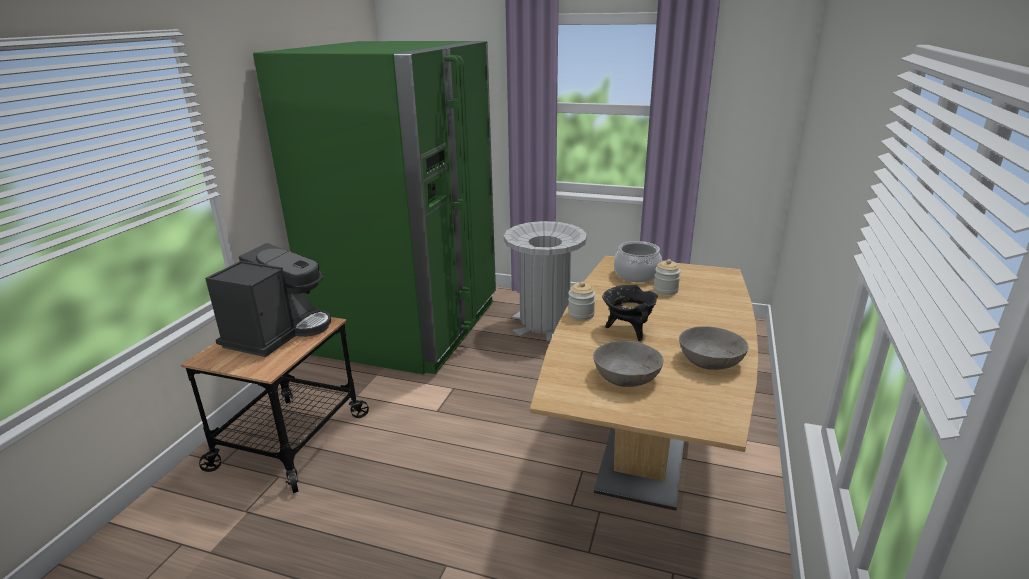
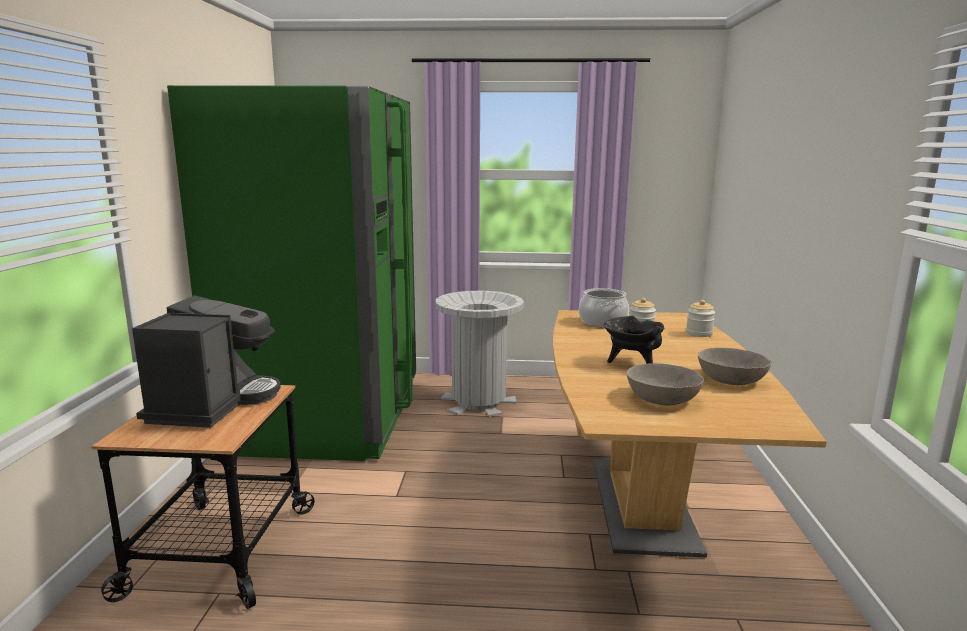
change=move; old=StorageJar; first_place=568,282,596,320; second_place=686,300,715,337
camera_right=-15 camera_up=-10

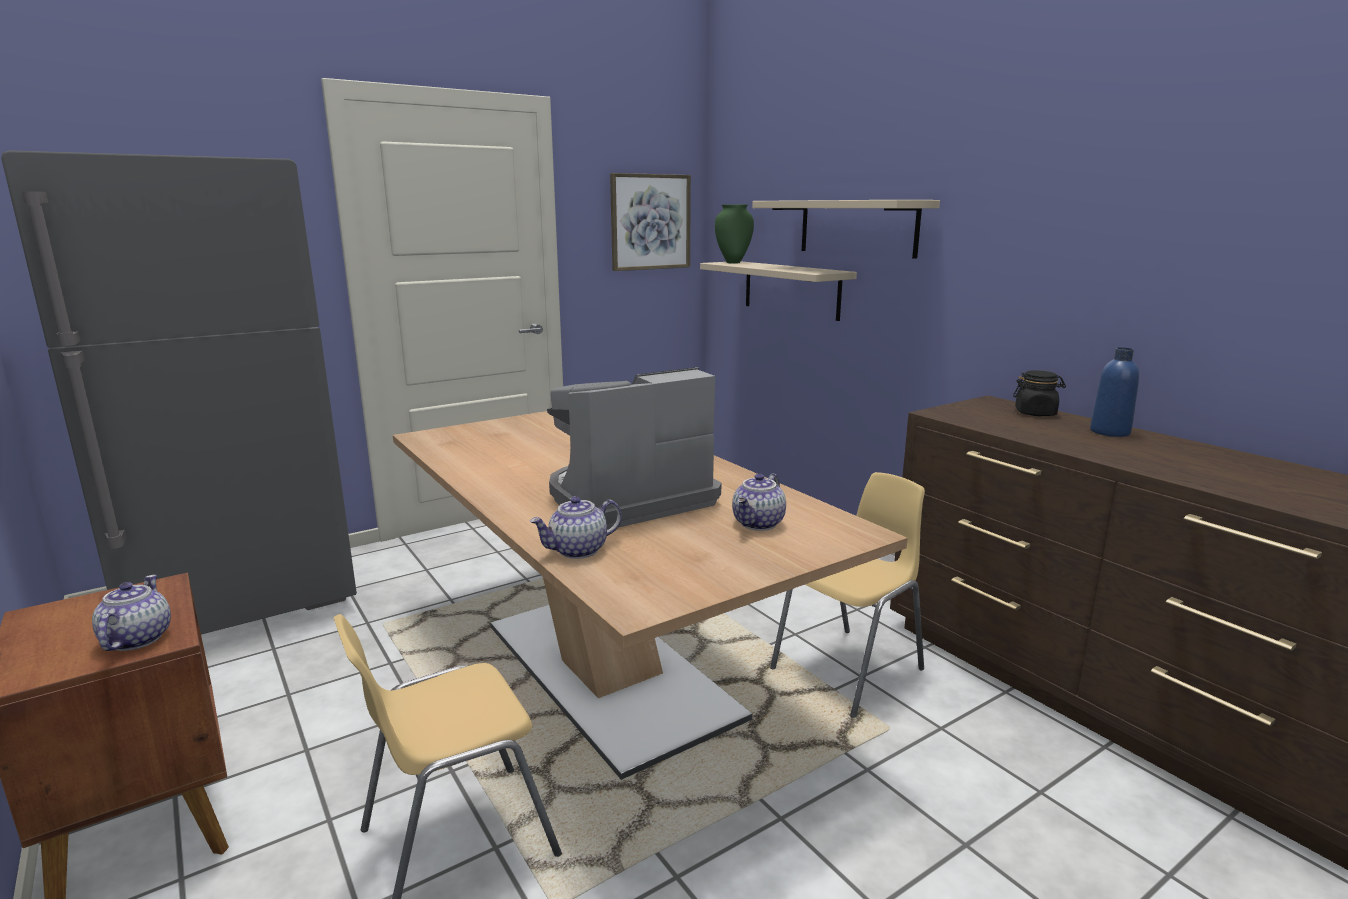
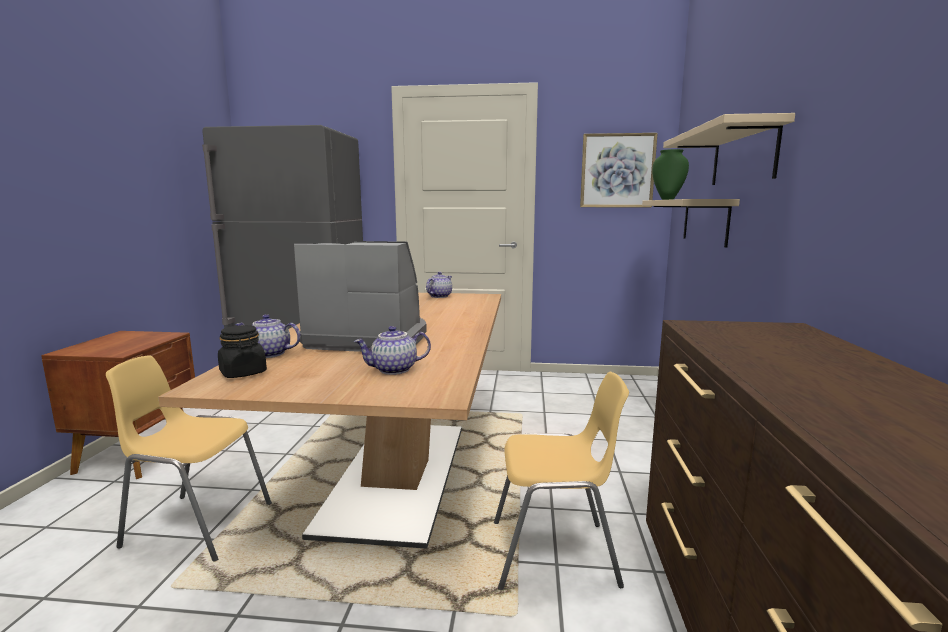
change=delete; old=BlueColouredDrinkBottle; first_place=1090,347,1139,437
change=move; old=BlackColouredStorageJar; first_place=1013,370,1066,416; second_place=218,325,267,378
change=move; old=Teapot; first_place=92,575,171,651; second_place=426,272,452,298
camera_right=40 camera_up=-5

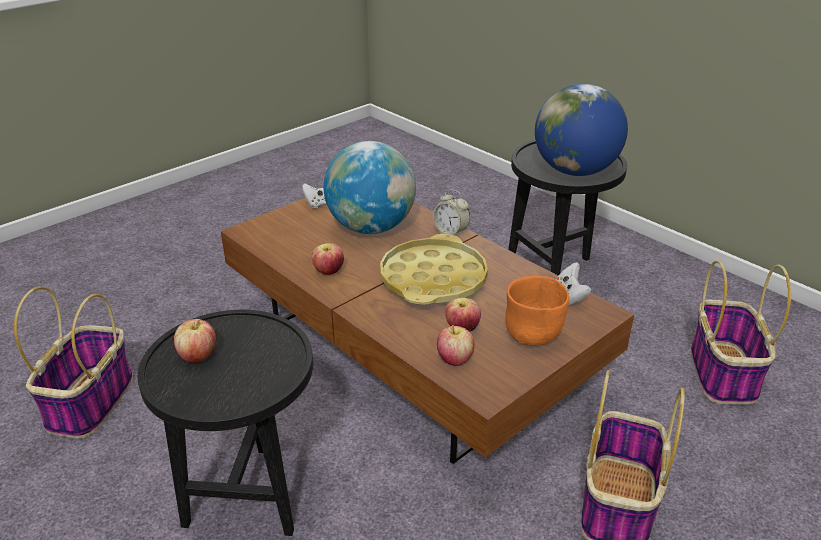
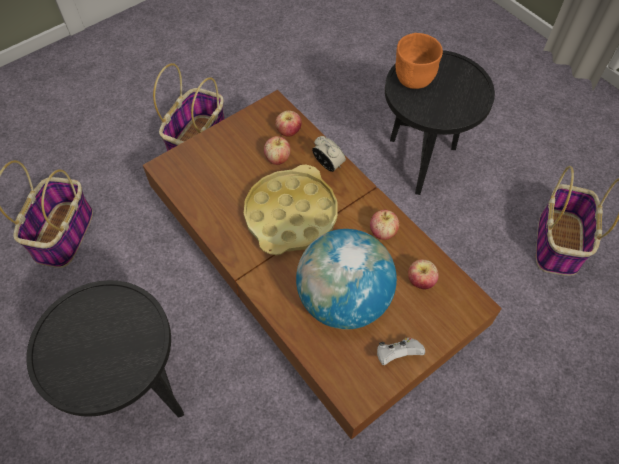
change=delete; old=WorldGlobe; first_place=535,84,628,176
change=move; old=AlarmClock; first_place=433,190,470,236; second_place=312,136,346,172
change=delete; old=WhiteGamepad; first_place=555,263,592,306
change=move; old=OrangeColouredServingBowl; first_place=505,276,569,346; second_place=395,33,443,89
change=move; old=Apple; first_place=174,319,216,363; second_place=408,259,439,289
camera_right=-175 camera_up=25

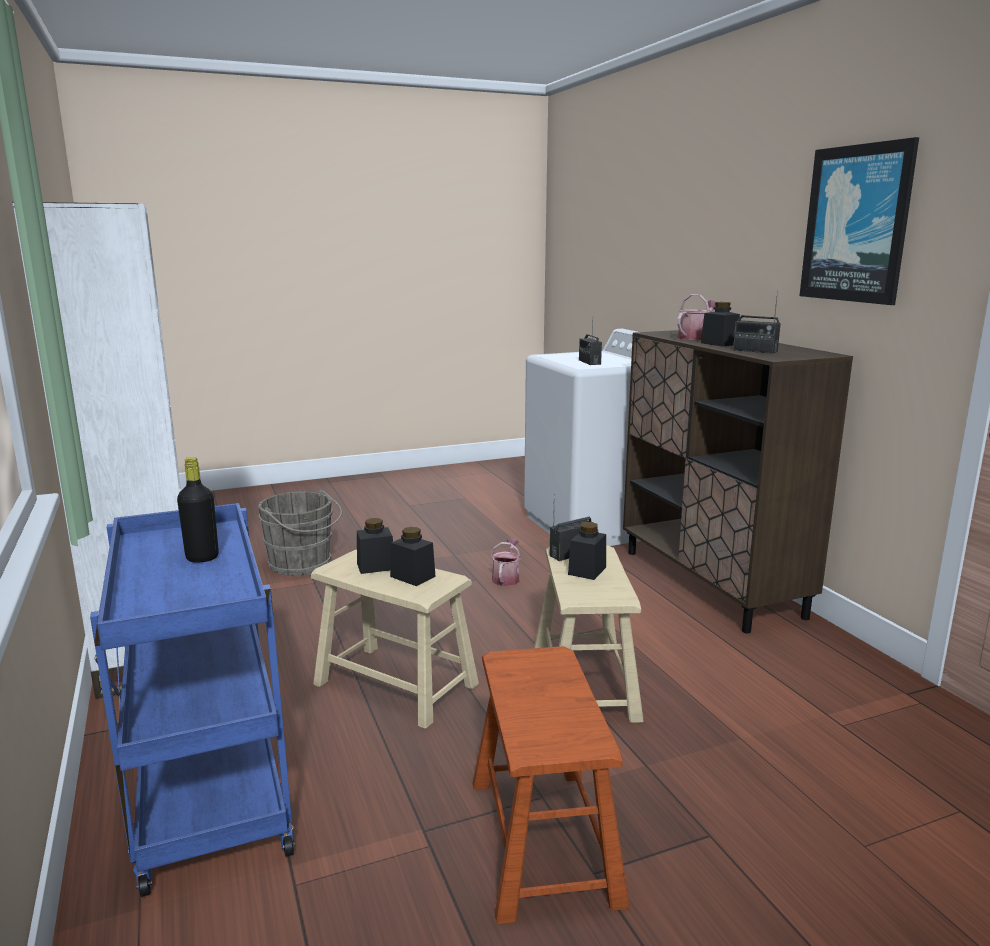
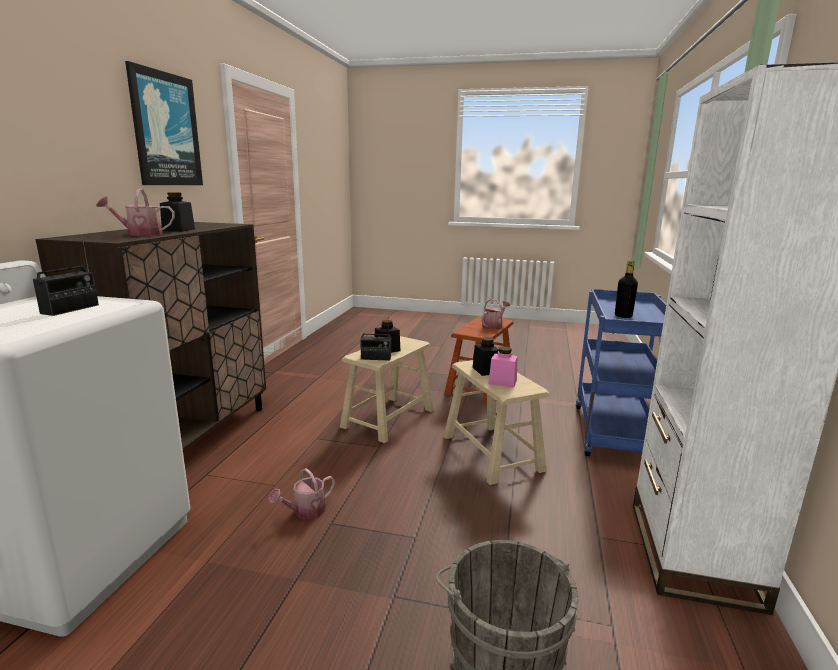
change=delete; old=Radio; first_place=733,290,781,354
change=recolor; old=BlackColouredStorageJar; new=PinkishStorageJar; first_place=357,518,393,574; second_place=489,347,518,387
change=insert; new=WateringCan; second_place=481,299,510,330
camera_right=-145 camera_up=0

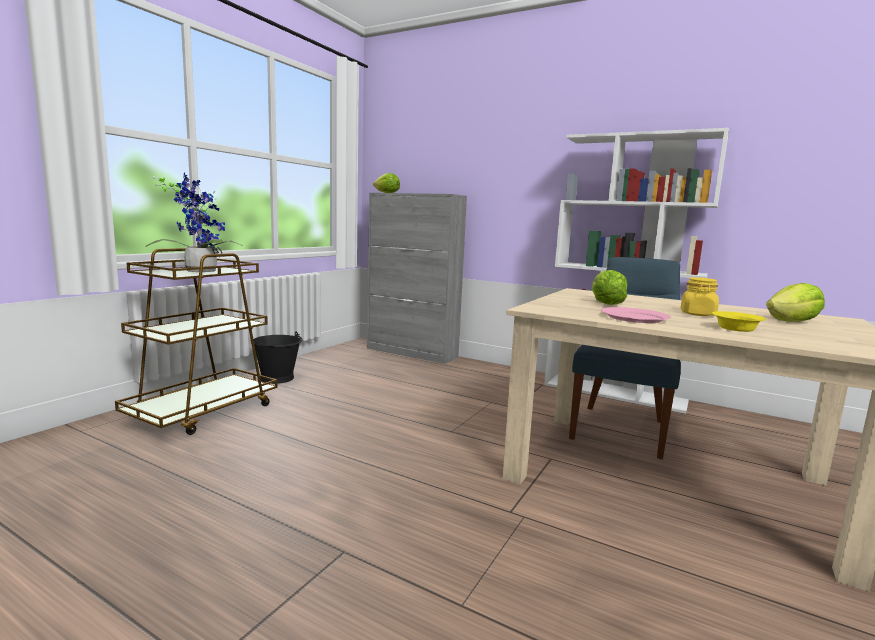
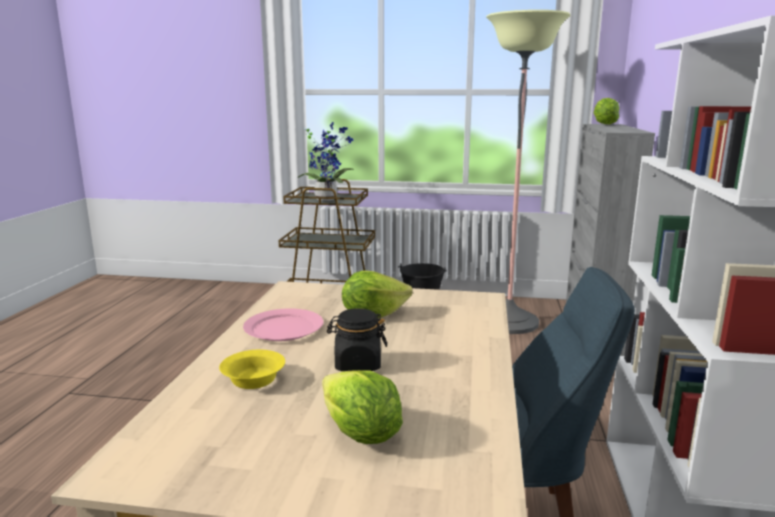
change=recolor; old=YellowStorageJar; new=BlackColouredStorageJar; first_place=680,277,719,316; second_place=327,308,387,371
change=insert; new=StandardLamp; second_place=486,10,570,334
camera_right=70 camera_up=5

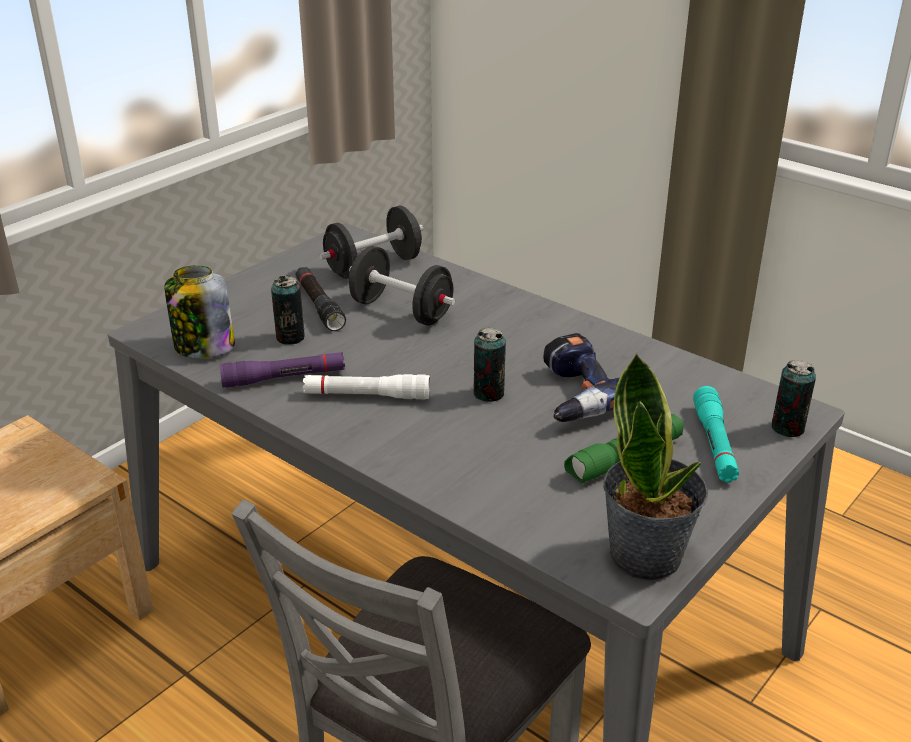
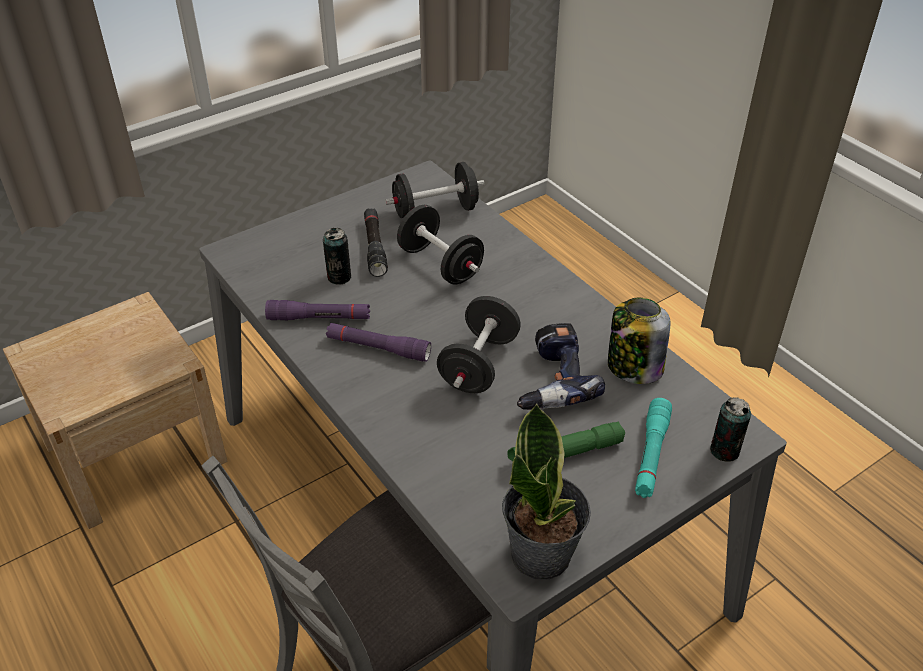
change=move; old=StorageJar; first_place=164,265,235,358; second_place=608,298,670,384
change=replace; old=MetalCan; new=BlackColouredDumbbell; first_place=474,328,506,402; second_place=437,296,521,393
change=recolor; old=WhiteHandTorch; new=PurpleHandTorch; first_place=303,374,430,399; second_place=326,323,431,362
camera_right=15 camera_up=10

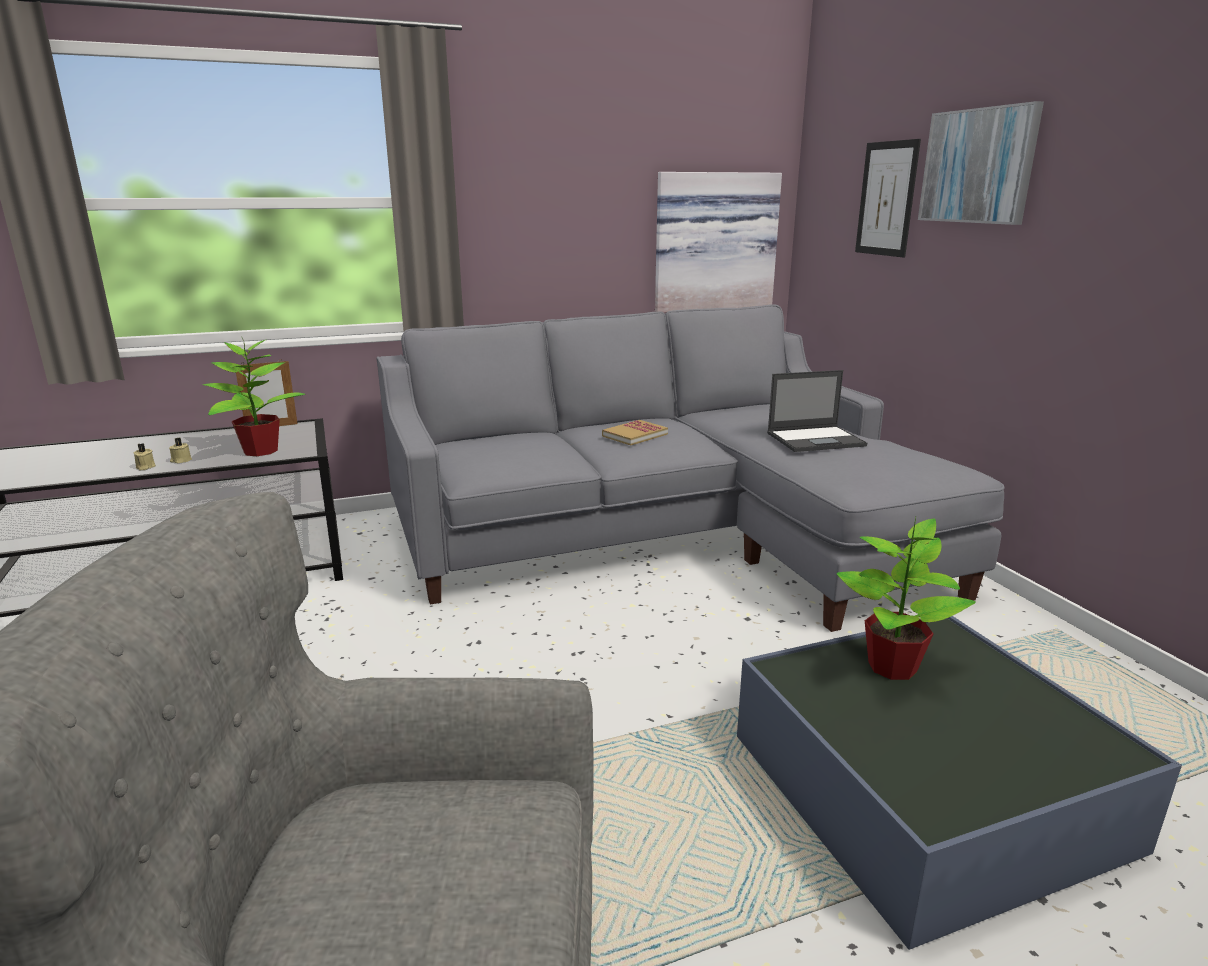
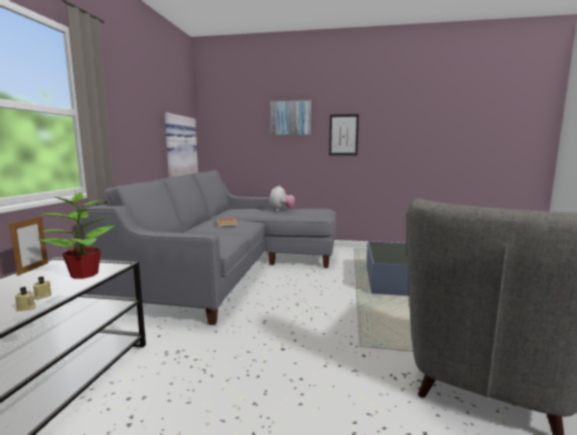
change=move; old=Picture; first_place=855,139,921,258; second_place=329,114,359,155
change=replace; old=PortableComputer; new=PlushToy; first_place=767,370,867,452; second_place=270,185,295,211
change=delete; old=Houseplant; first_place=837,517,976,680
camera_right=-60 camera_up=-10

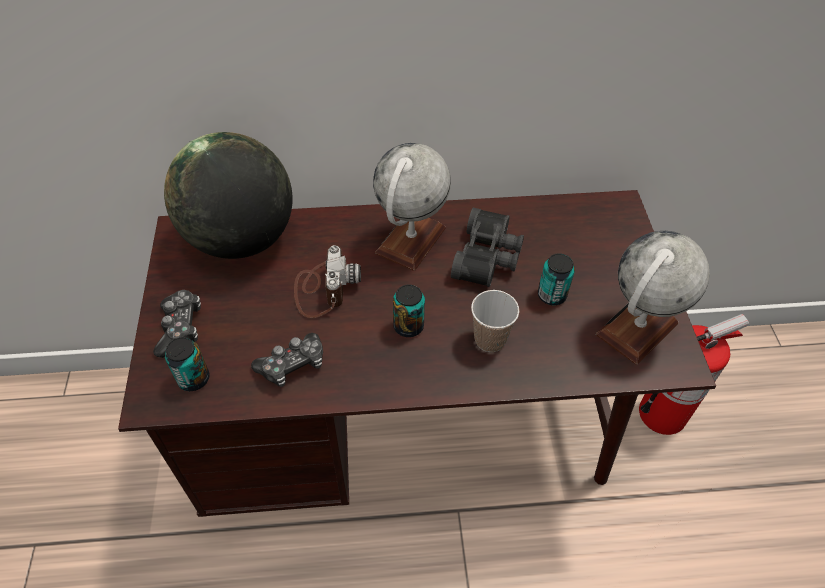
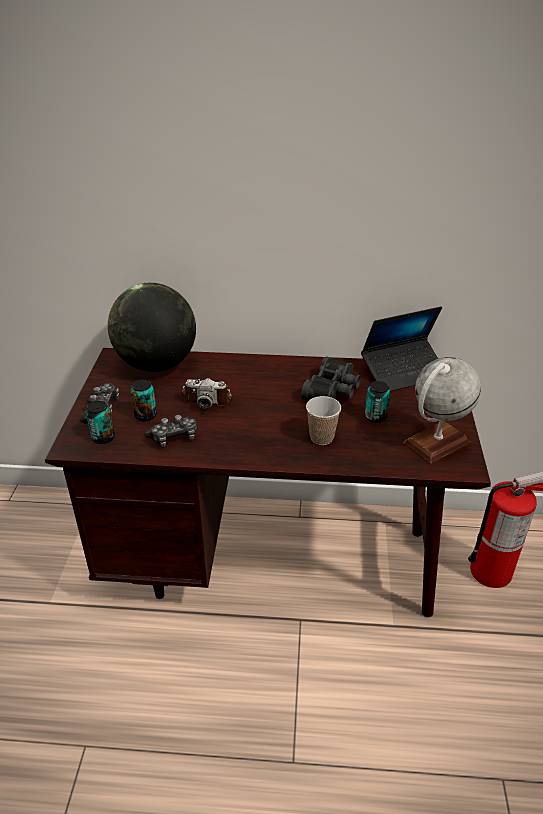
change=delete; old=WorldGlobe; first_place=373,143,451,271
change=rotate; old=PhotoCamera; first_place=294,245,361,318; second_place=180,378,233,409; degrees=90
change=move; old=MetalCan; first_place=393,285,425,337; second_place=130,379,157,421
change=insert; new=PortableComputer; second_place=361,306,442,391
camera_right=10 camera_up=-15

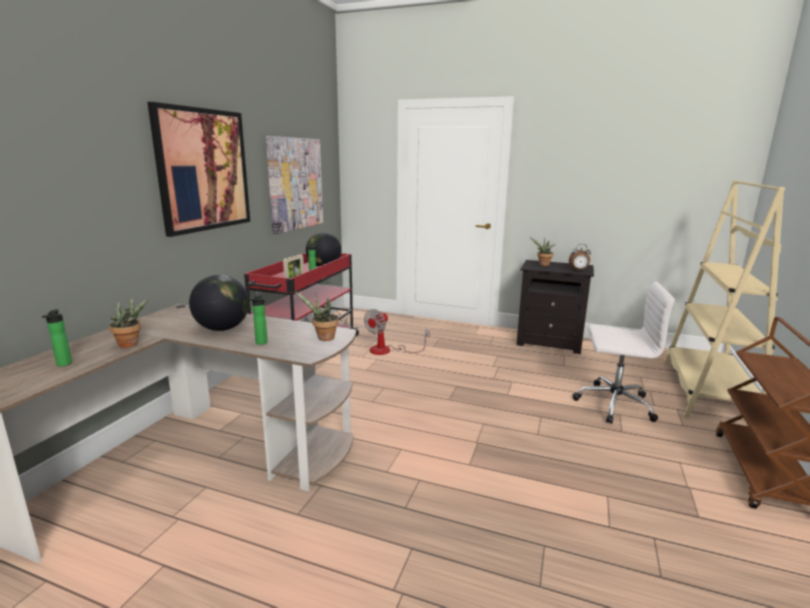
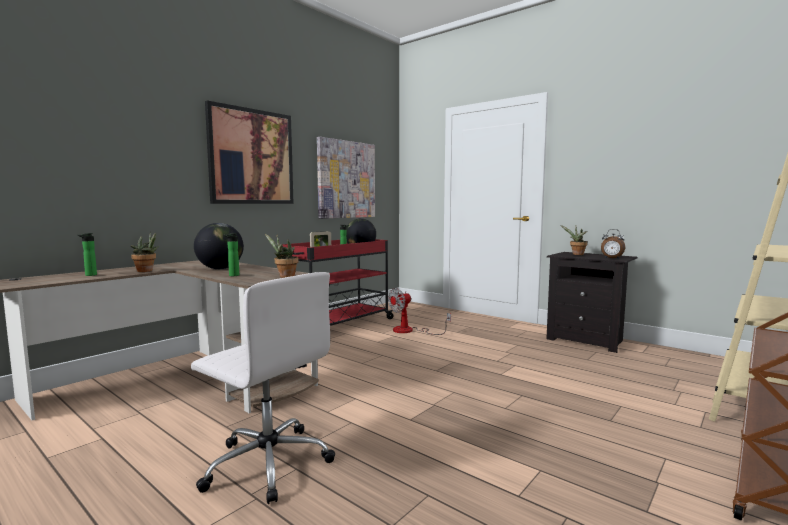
change=move; old=WhiteOfficeChair; first_place=573,282,675,424; second_place=191,272,335,504
camera_right=20 camera_up=-10

